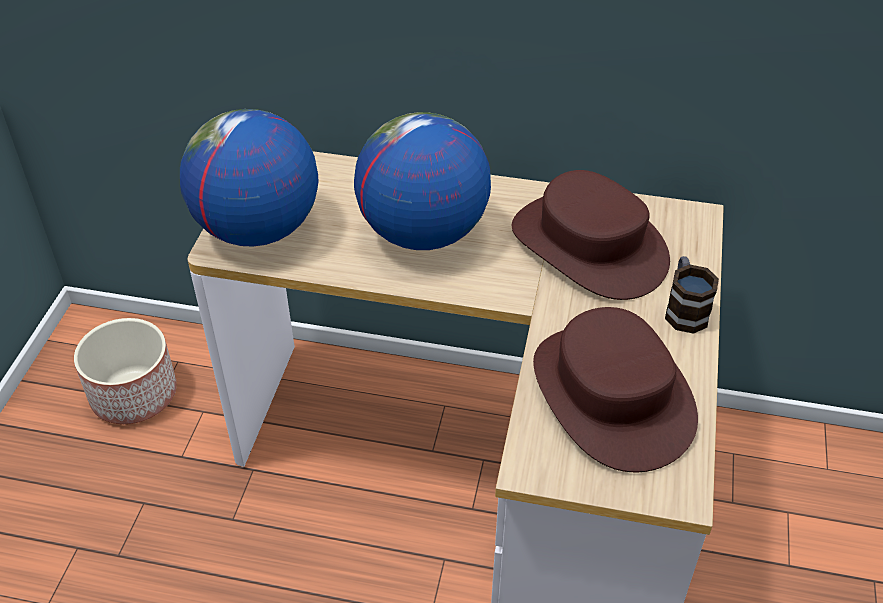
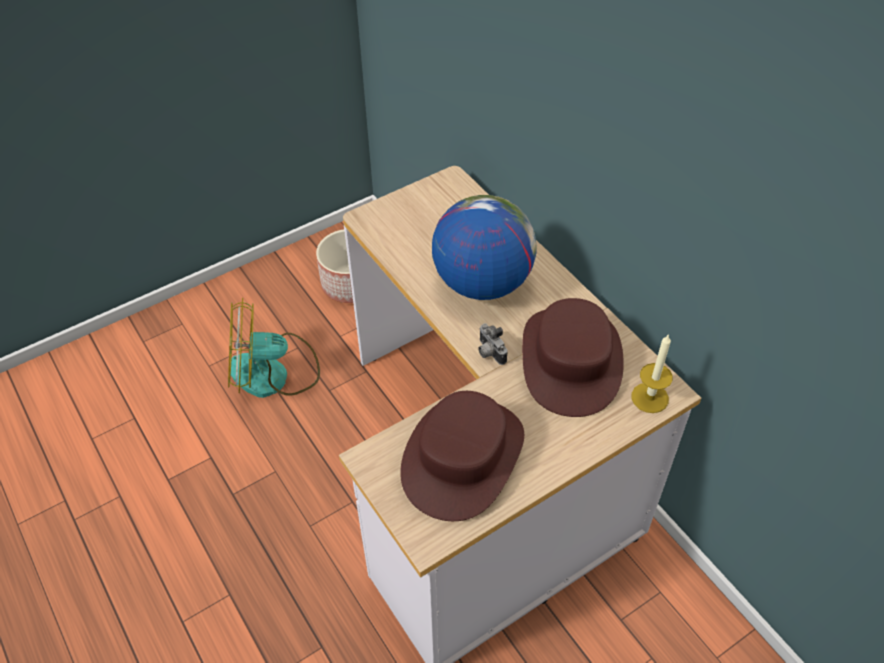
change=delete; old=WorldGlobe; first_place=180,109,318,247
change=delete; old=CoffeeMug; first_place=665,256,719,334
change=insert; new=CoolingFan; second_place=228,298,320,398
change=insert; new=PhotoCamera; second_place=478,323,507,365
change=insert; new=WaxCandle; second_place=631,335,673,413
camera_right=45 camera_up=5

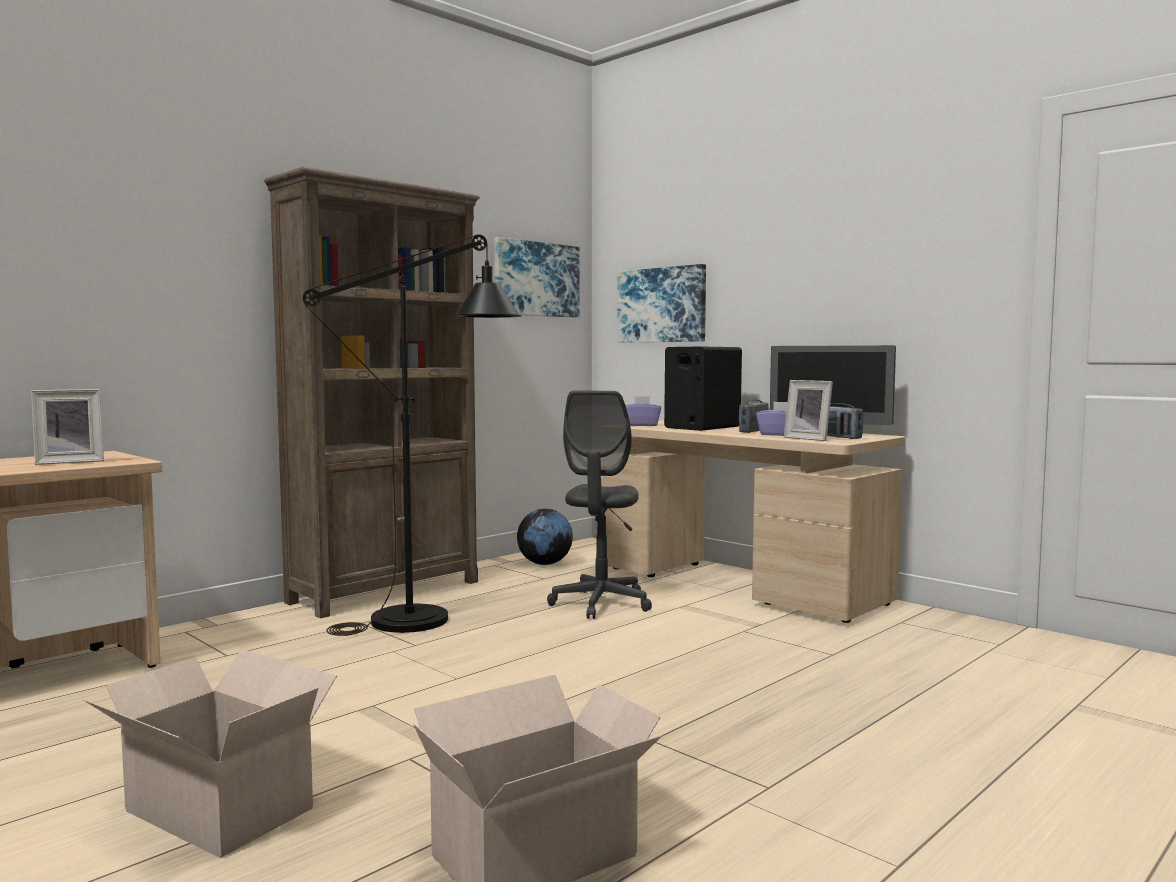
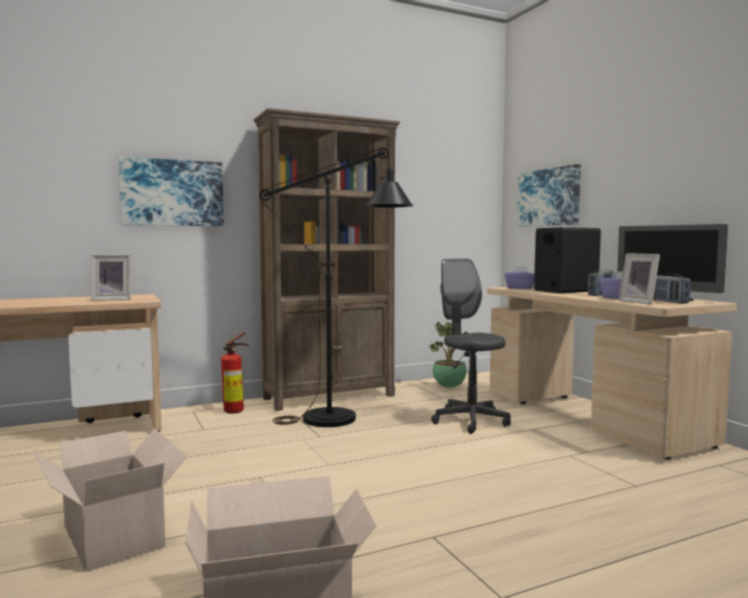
change=move; old=Picture; first_place=494,237,579,317; second_place=118,156,224,226
change=rotate; old=GreyishOfficeChair; first_place=547,390,652,619; second_place=431,259,511,434; degrees=120
change=replace; old=WorldGlobe; new=Houseplant; first_place=517,509,573,565; second_place=429,322,469,388
change=insert; new=Extinguisher; second_place=221,332,249,414
camera_right=20 camera_up=0

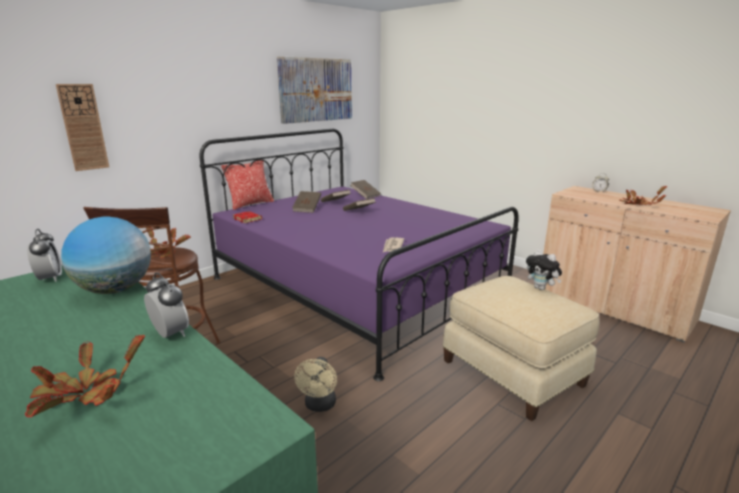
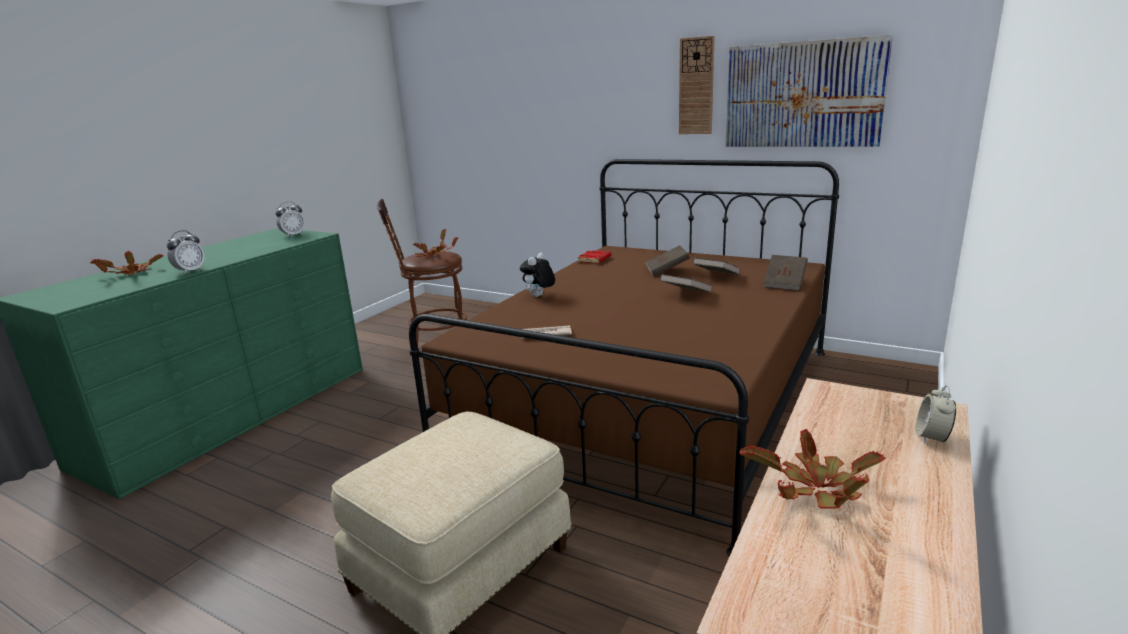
change=move; old=ClockOnTheWall; first_place=56,84,109,171; second_place=679,36,715,134
change=recolor; old=PurpleBed; new=BrownishBed; first_place=199,129,519,381; second_place=409,159,839,557
change=delete; old=Pillow; first_place=221,160,274,210
change=delete; old=WorldGlobe; first_place=61,217,151,294
change=move; old=PlushToy; first_place=526,250,562,290; second_place=520,253,555,297
change=delete; old=BeigeColouredCoolingFan; first_place=294,357,337,412
camera_right=75 camera_up=0

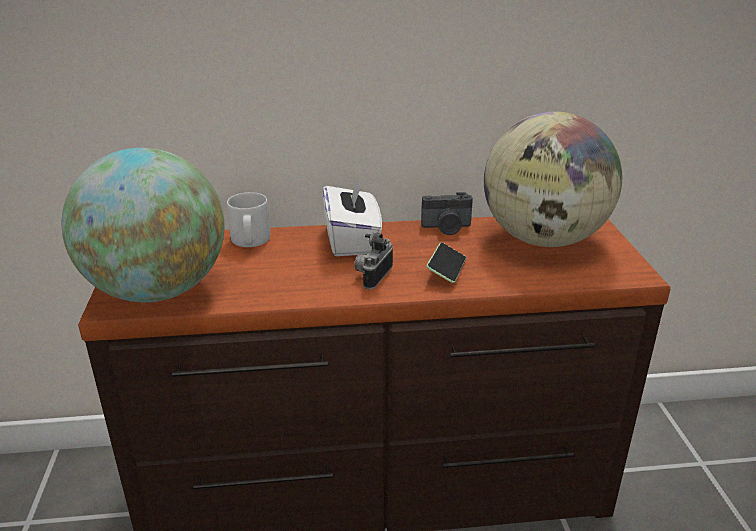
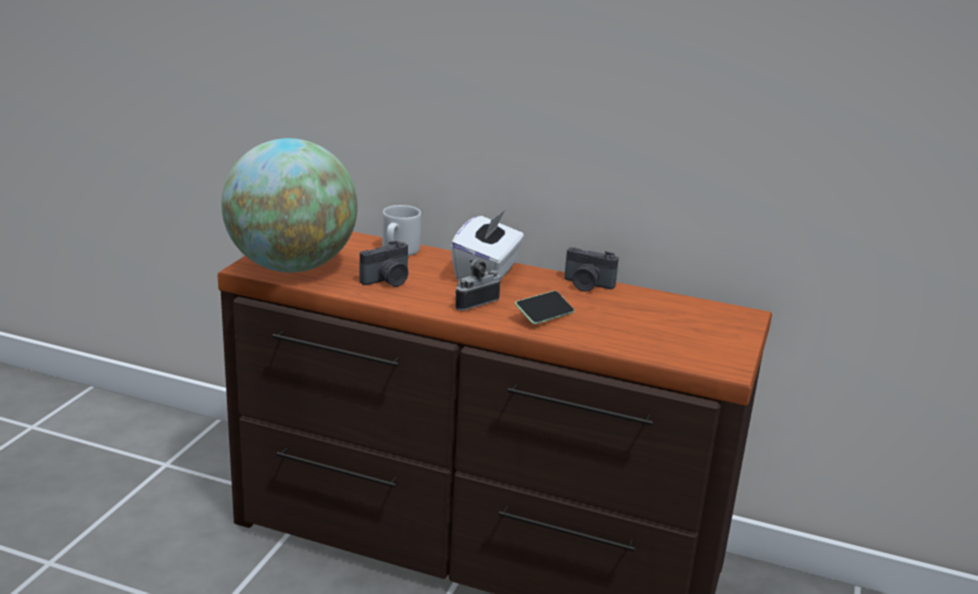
change=delete; old=WorldGlobe; first_place=484,112,622,247
change=insert; new=PhotoCamera; second_place=360,240,408,287
camera_right=25 camera_up=-5

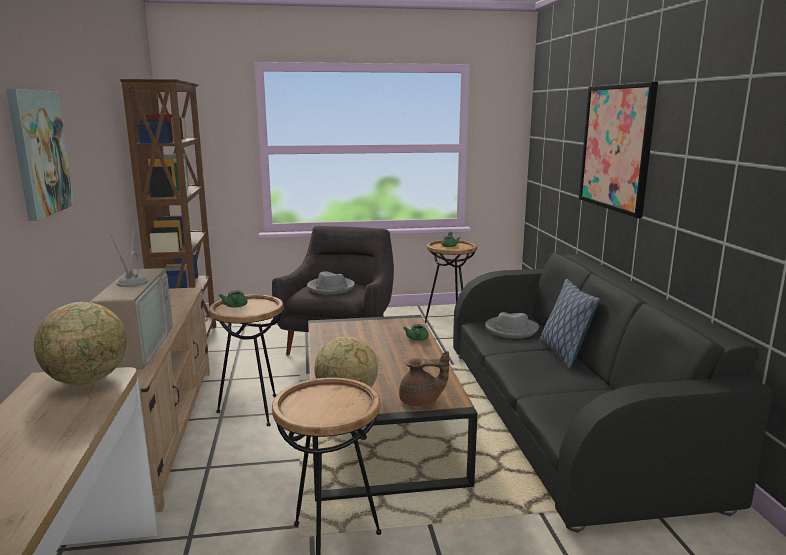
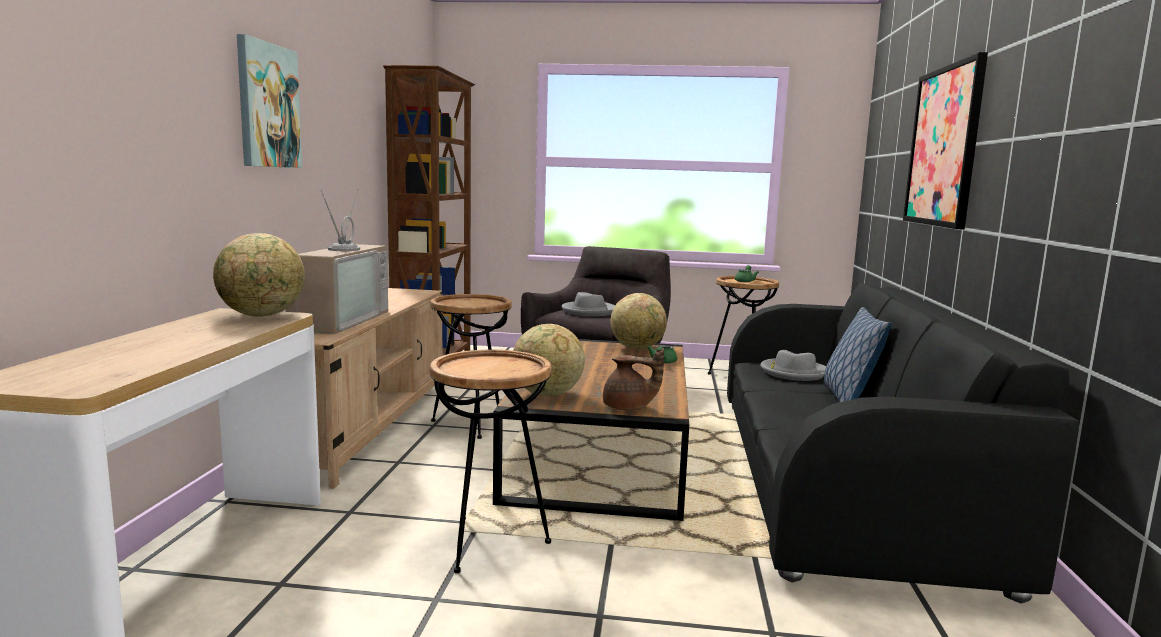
change=delete; old=GreenishTeapot; first_place=219,291,248,307
change=insert; new=WorldGlobe; second_place=611,293,667,349
camera_right=15 camera_up=-5

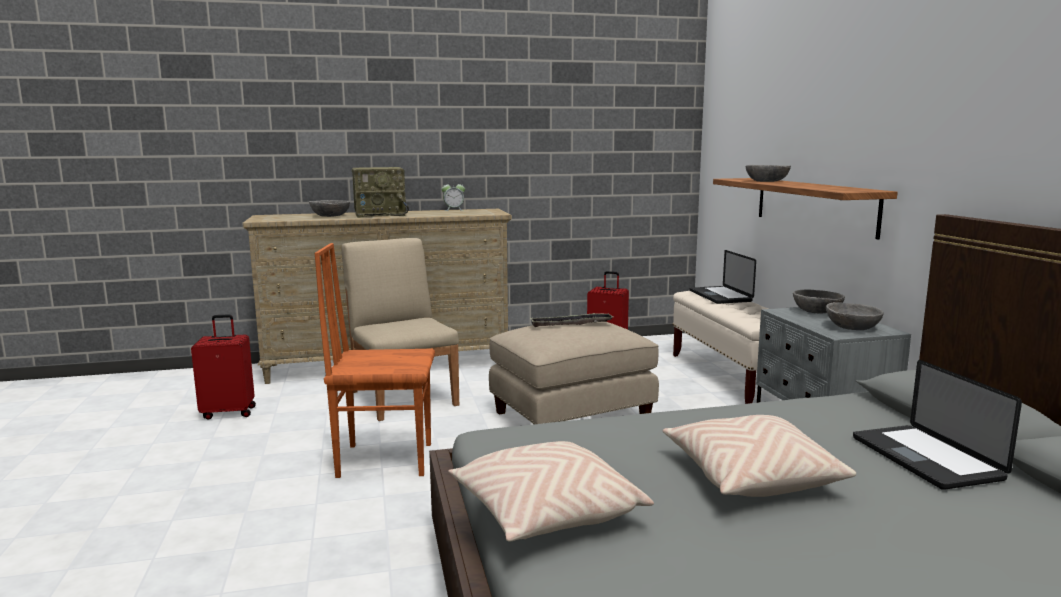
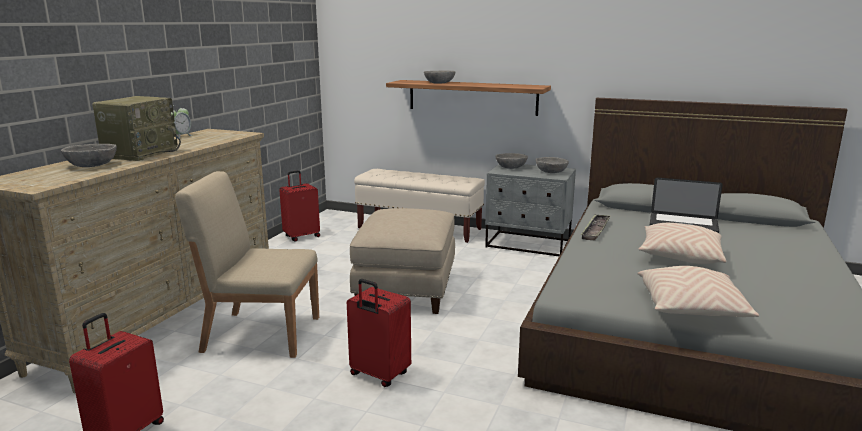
change=replace; old=OrangeColouredPlainChair; new=RedColouredSuitcase; first_place=314,243,435,478; second_place=347,279,411,387
change=delete; old=PortableComputer; first_place=690,250,756,304
change=move; old=CarryingTray; first_place=530,313,613,327; second_place=580,215,610,240
camera_right=-55 camera_up=5

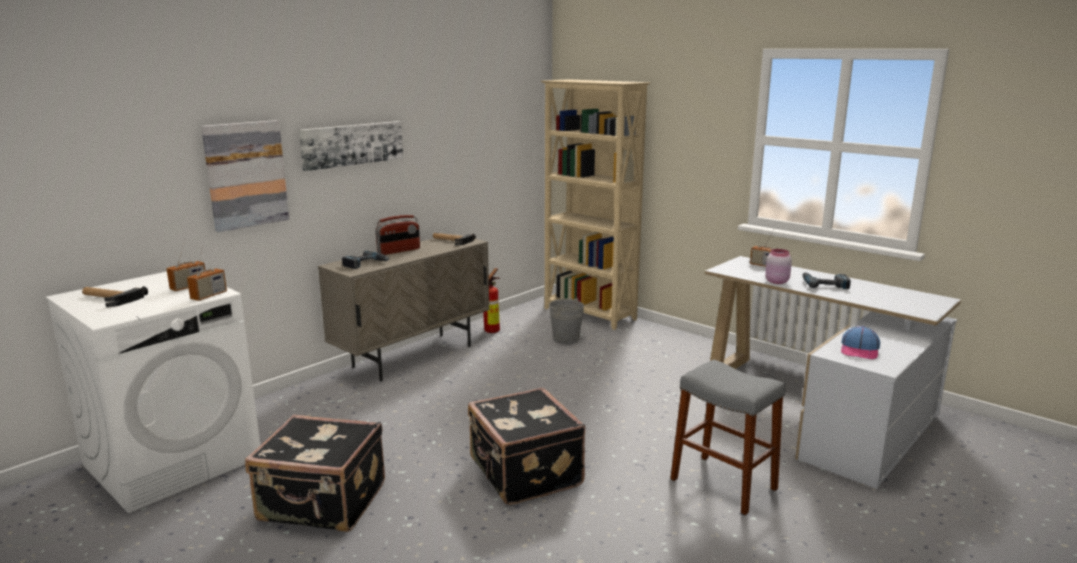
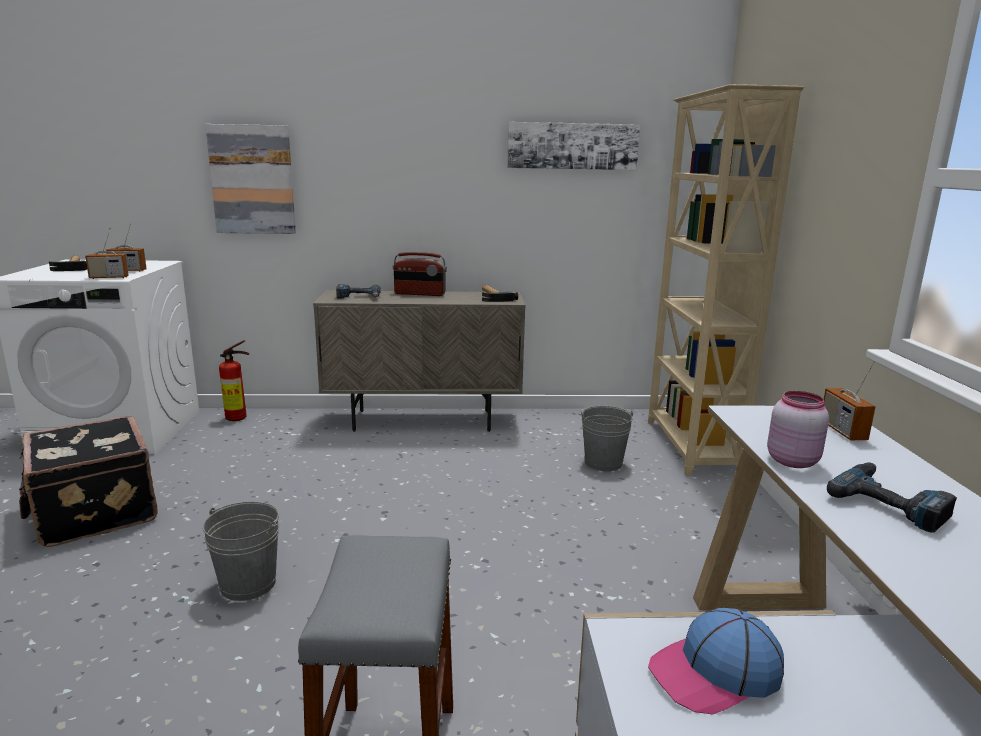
change=move; old=Picture; first_place=299,121,403,171; second_place=507,122,640,170
change=move; old=Extinguisher; first_place=483,268,500,333; second_place=219,340,249,421
change=replace; old=BlackColouredSuitcase; new=GreyishPail; first_place=468,388,585,505; second_place=203,501,279,601
camera_right=45 camera_up=0

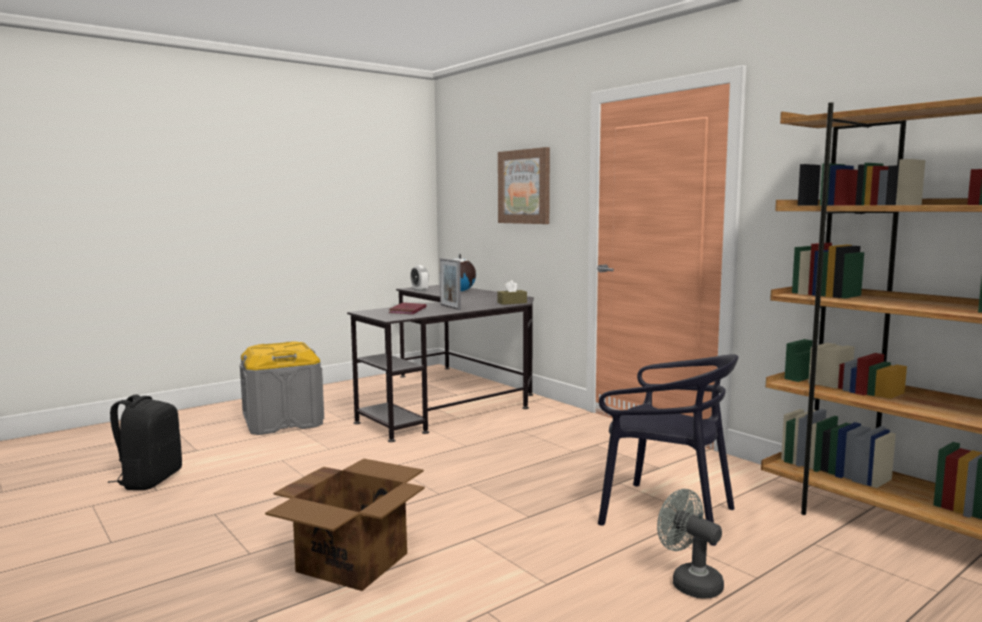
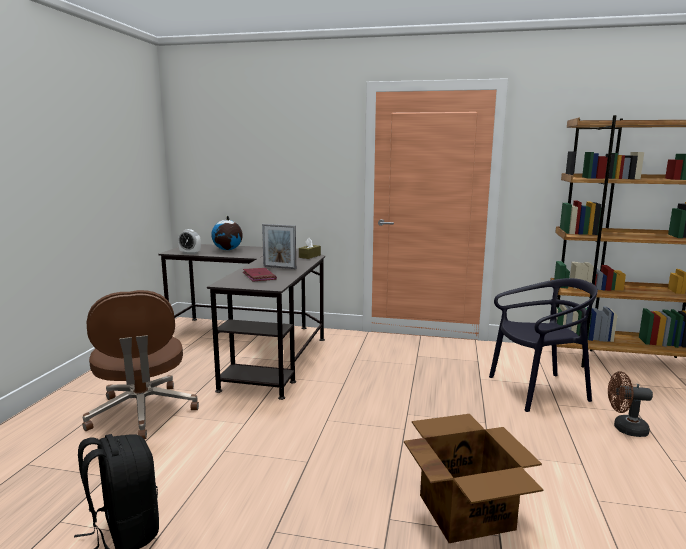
change=delete; old=Picture; first_place=498,147,550,224
change=replace; old=GreyishStorageContainer; new=BrownishOfficeChair; first_place=240,342,324,435; second_place=82,290,199,439
change=recolor; old=GreyishCoolingFan; new=BrownishCoolingFan; first_place=657,489,724,599; second_place=608,371,653,437
camera_right=-40 camera_up=5

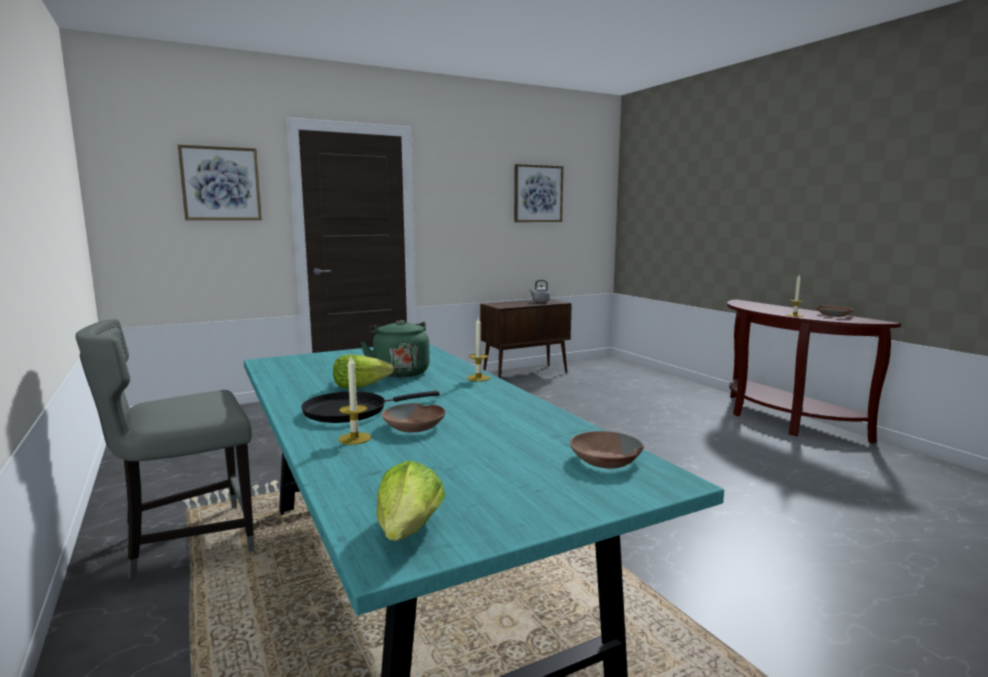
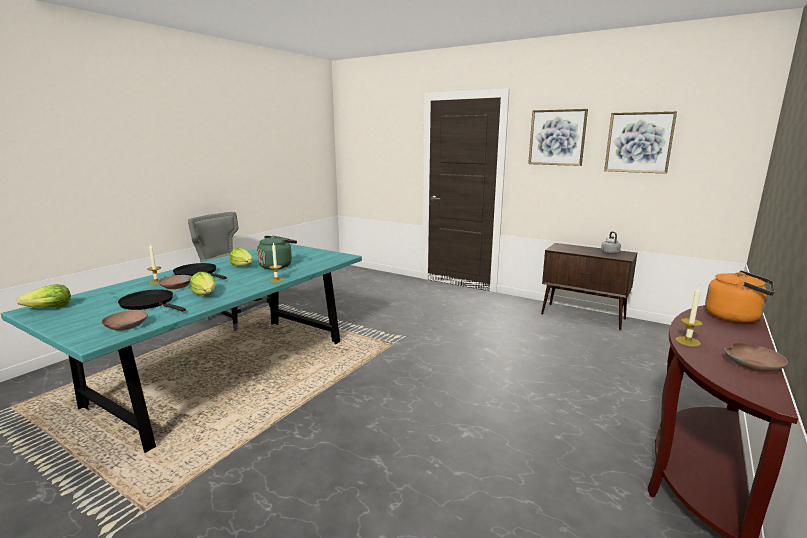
change=move; old=Picture; first_place=178,145,262,220; second_place=528,109,588,166
change=insert; new=OrangeColouredTeaKettle; second_place=705,270,775,323
change=insert; new=HeadOfLettuce; second_place=190,272,216,295
change=insert; new=BlackColouredPan; second_place=118,289,186,312
camera_right=60 camera_up=5

